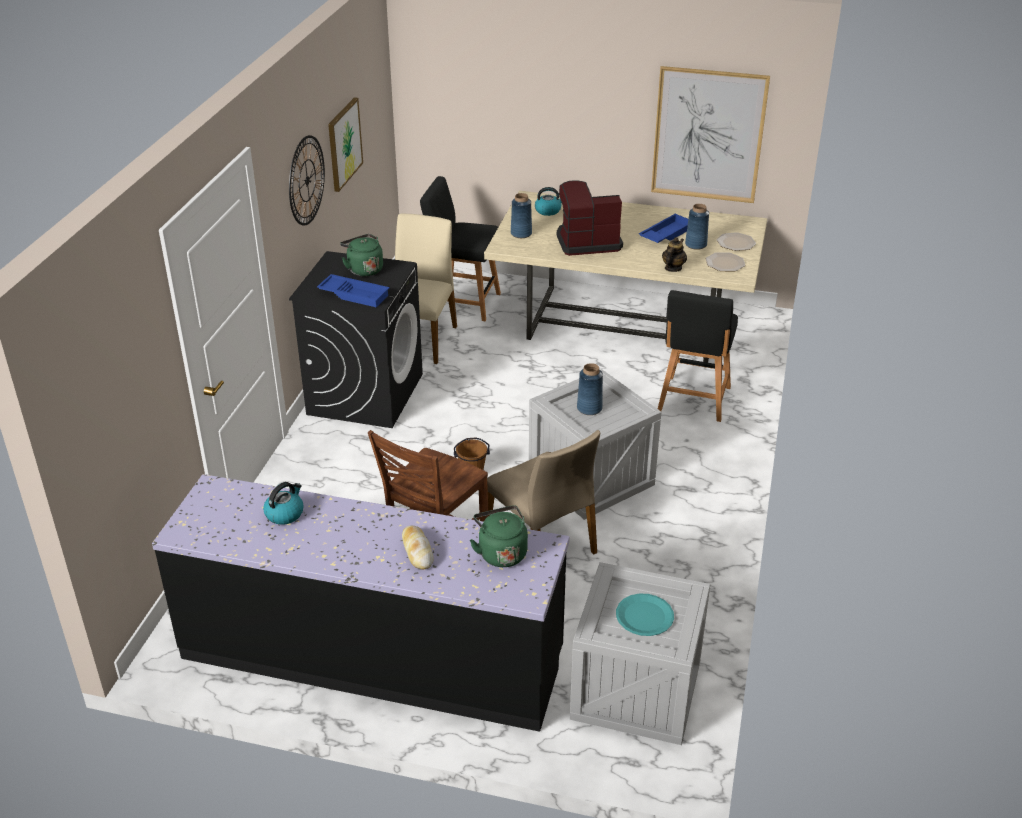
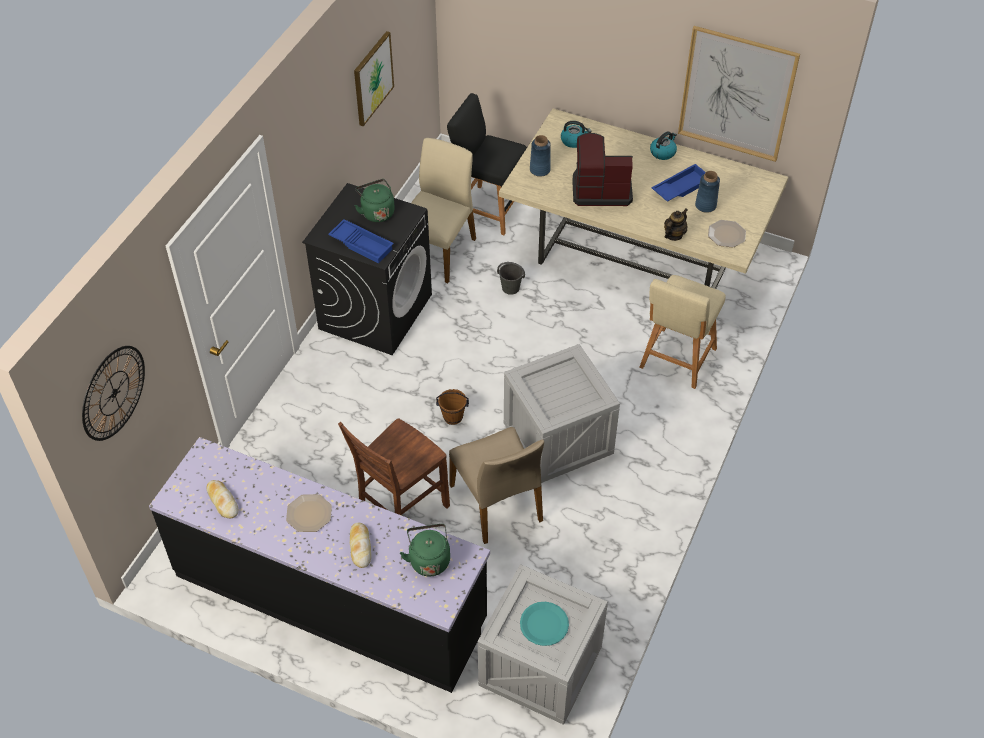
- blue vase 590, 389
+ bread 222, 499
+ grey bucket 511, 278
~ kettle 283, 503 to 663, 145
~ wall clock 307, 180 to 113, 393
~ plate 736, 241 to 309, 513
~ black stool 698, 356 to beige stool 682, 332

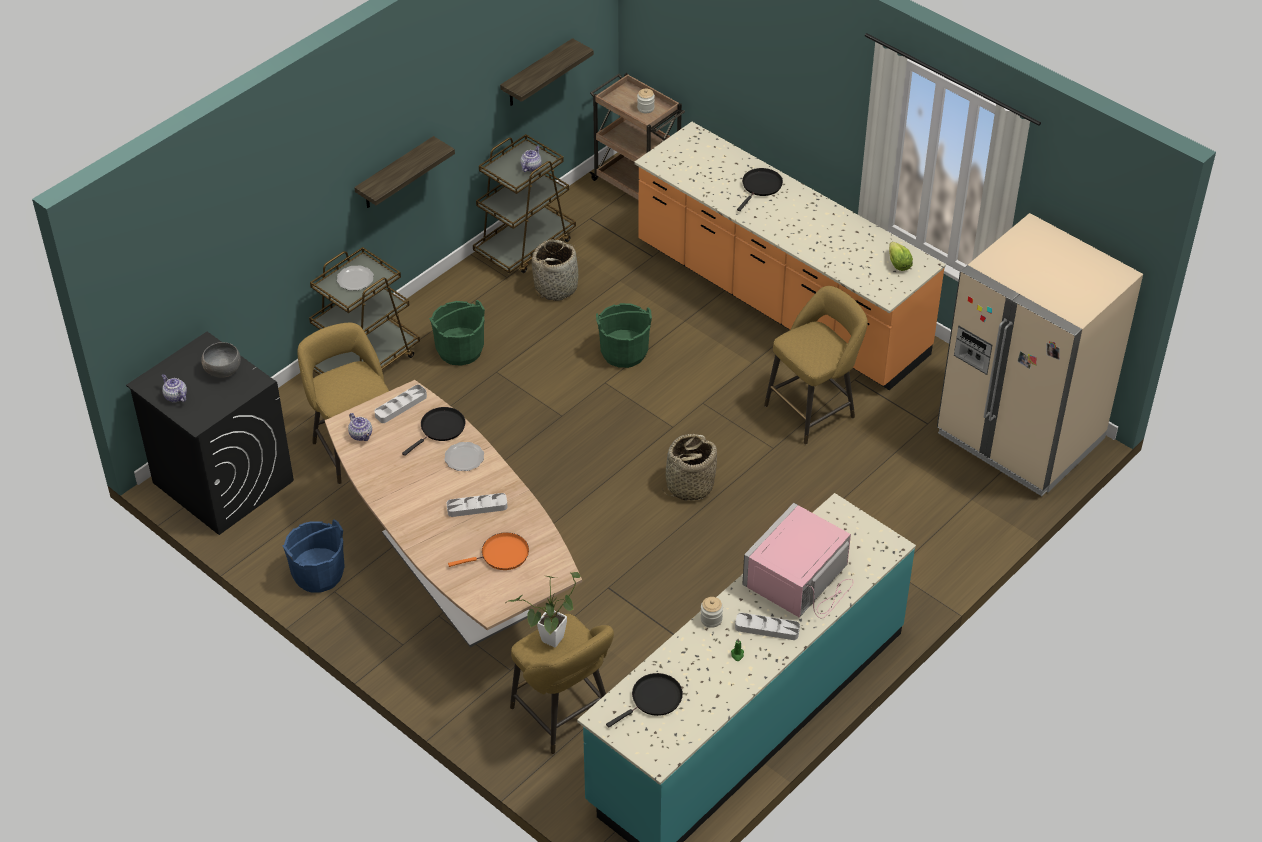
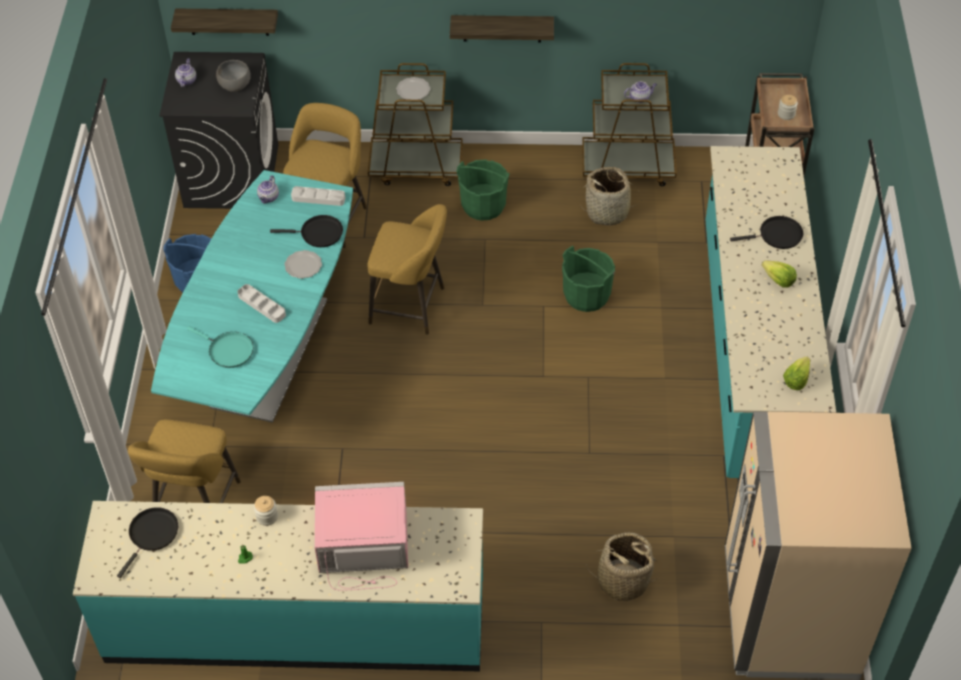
- potted plant 542, 610
- grey tray 767, 626
+ lettuce 779, 274
~ shelf 547, 72 to 224, 22
~ basket 689, 467 to 621, 567
~ yellow stool 816, 365 to 407, 269
~ brown dining table 453, 513 to turquoise dining table 252, 296
~ orange frying pan 488, 551 to turquoise frying pan 220, 347
~ orange counter 790, 256 to turquoise counter 770, 313
~ black frying pan 644, 700 = 147, 542 75 degrees counterclockwise

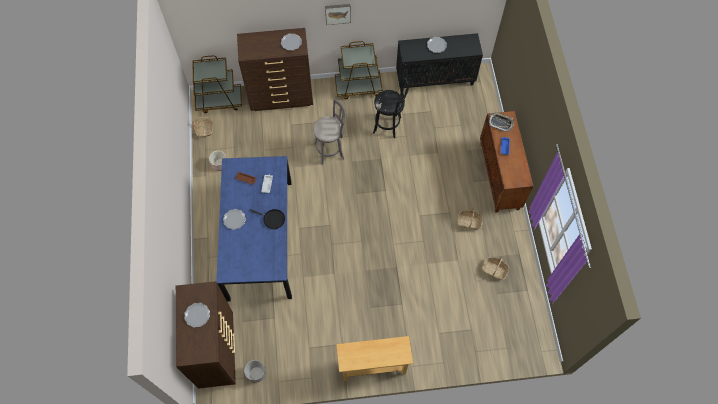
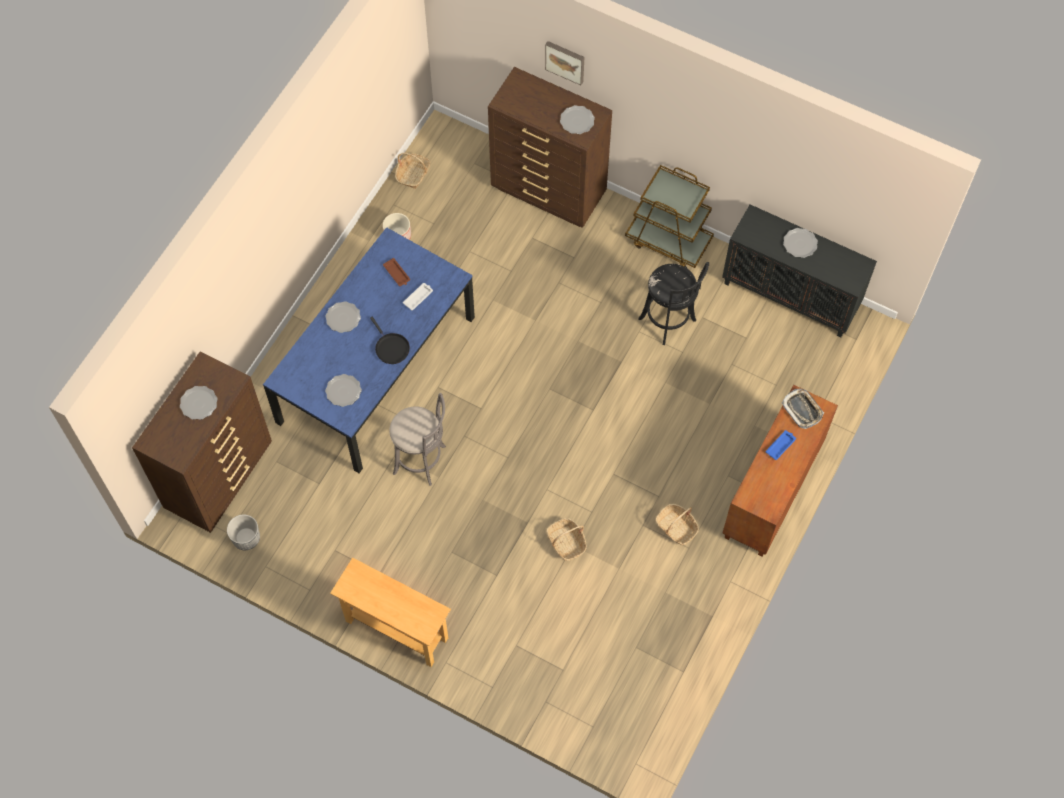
- brown cart 217, 84
+ plate 343, 390
~ grey stool 329, 132 to 417, 439
~ picture 338, 14 to 564, 63
~ basket 495, 268 to 567, 539

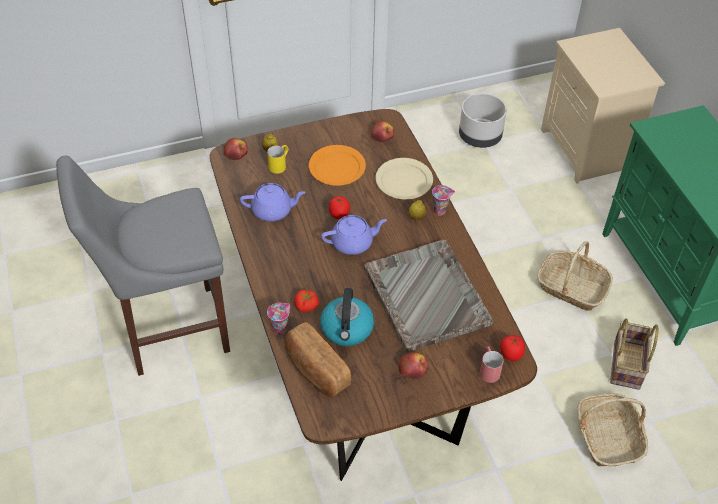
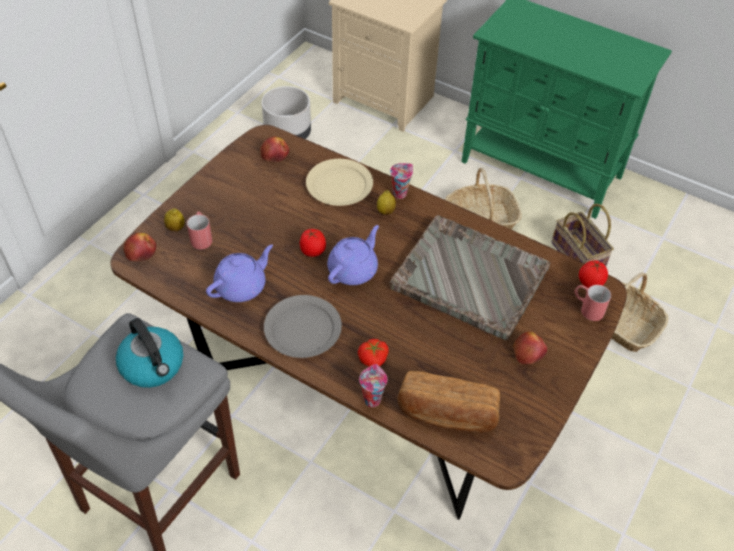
- orange plate 337, 165
+ grey plate 303, 326
~ kettle 347, 317 to 149, 353
~ yellow mug 278, 159 to red mug 199, 230

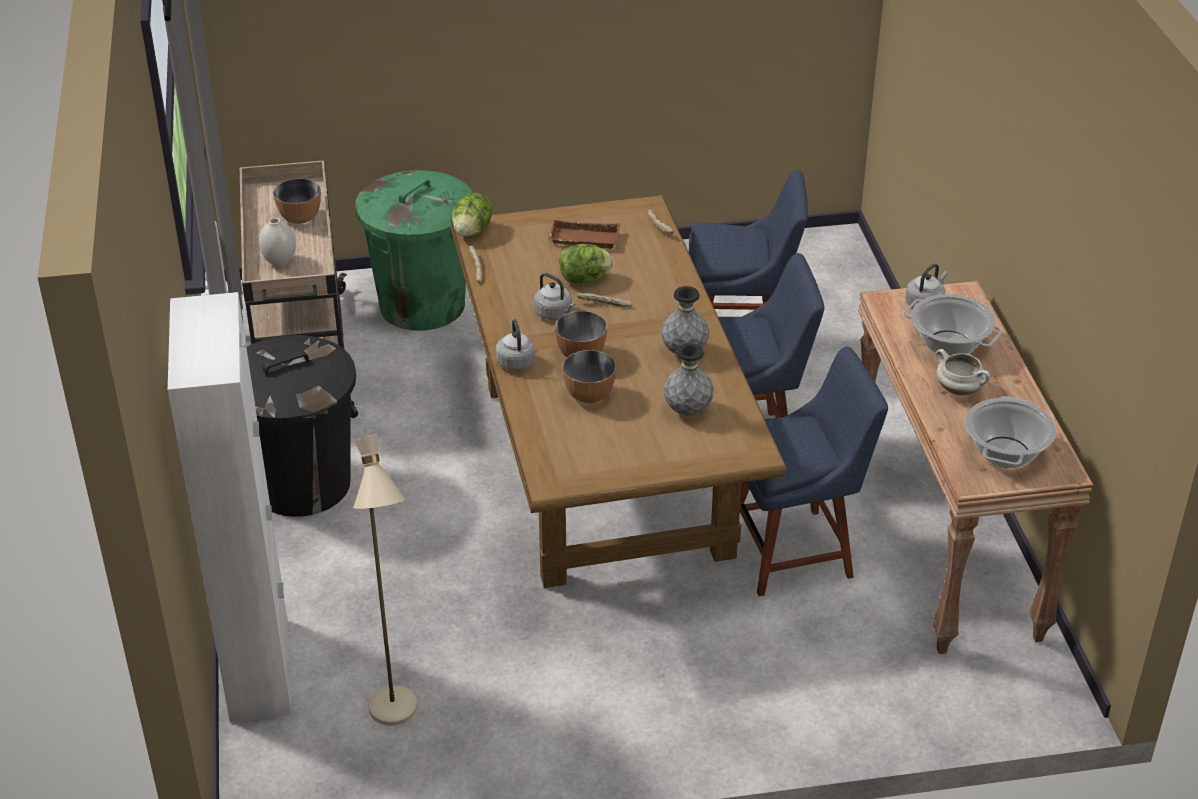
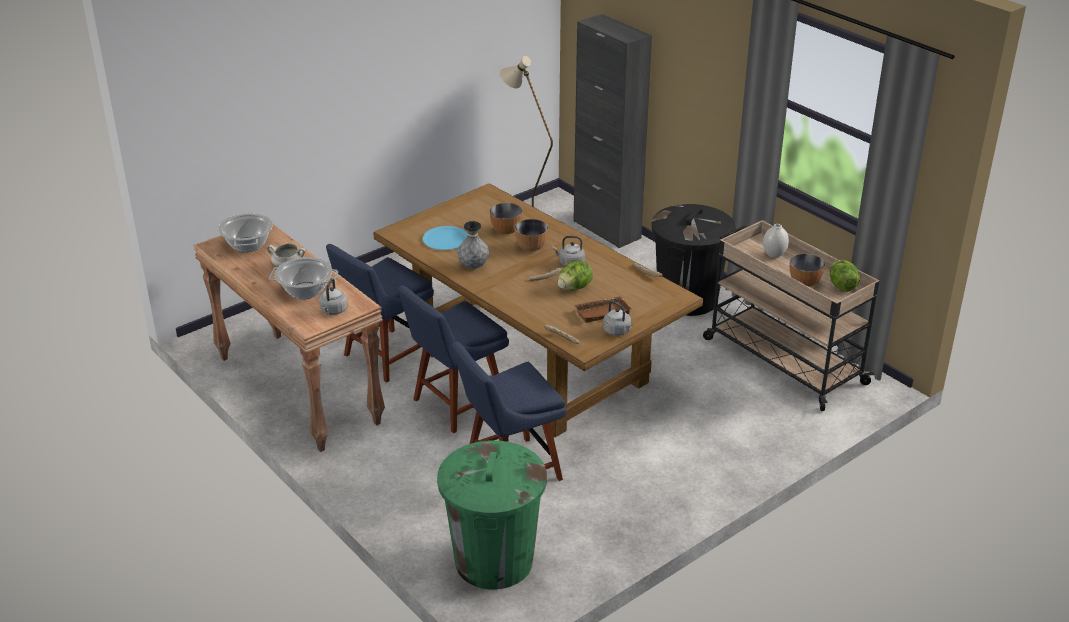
~ green trash can 414, 250 to 492, 514
~ lettuce 472, 214 to 845, 276
~ grey kettle 515, 345 to 618, 318
~ grey vase 689, 379 to blue plate 445, 238
~ white cabinet 230, 507 to black cabinet 612, 131

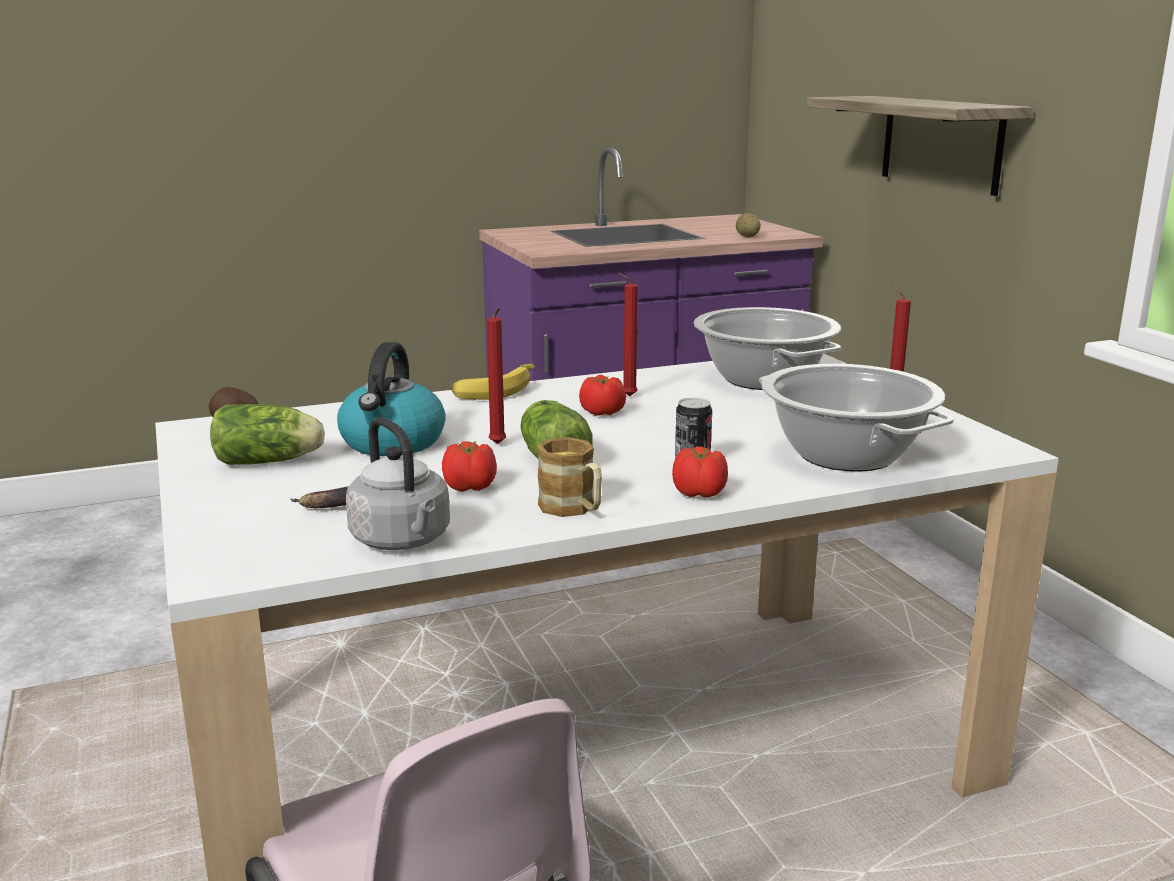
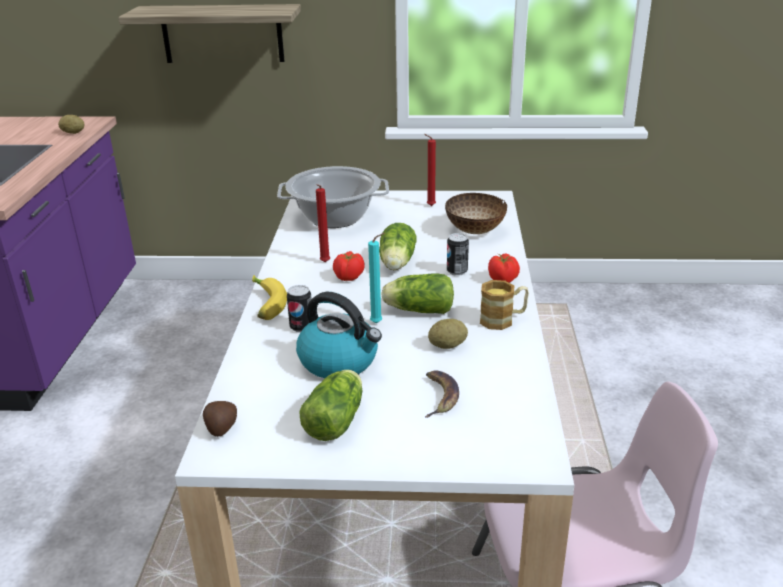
- grey kettle 398, 483
+ can 299, 308
+ lettuce 397, 246
~ tomato 469, 466 to potato 448, 334
~ cooking pot 856, 418 to bowl 476, 213
~ red candle 496, 375 to turquoise candle 376, 278

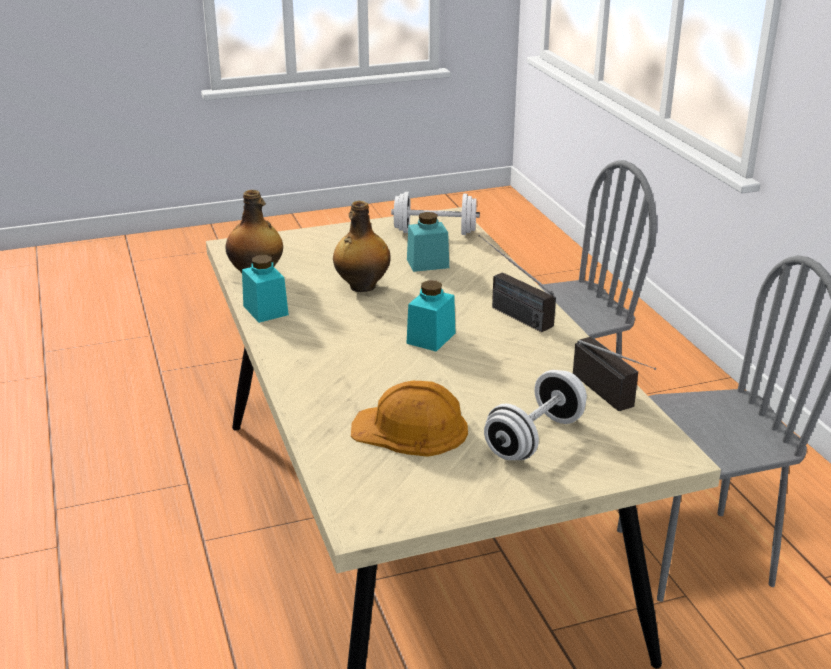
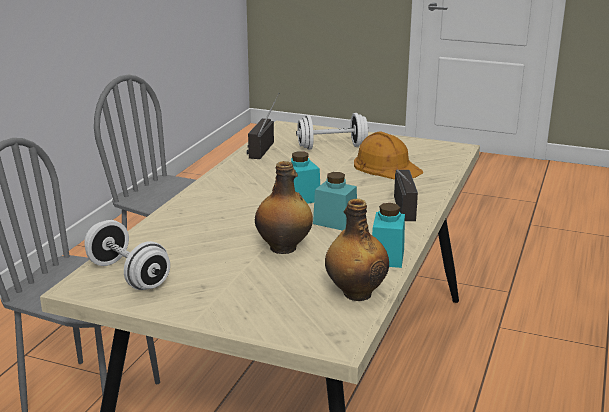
~ turquoise jar 428, 242 to 335, 201
~ radio 517, 283 to 406, 195

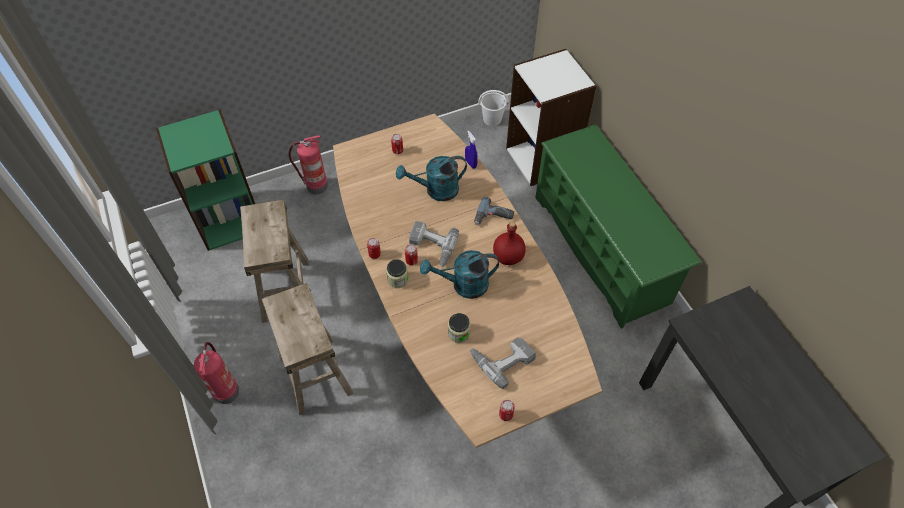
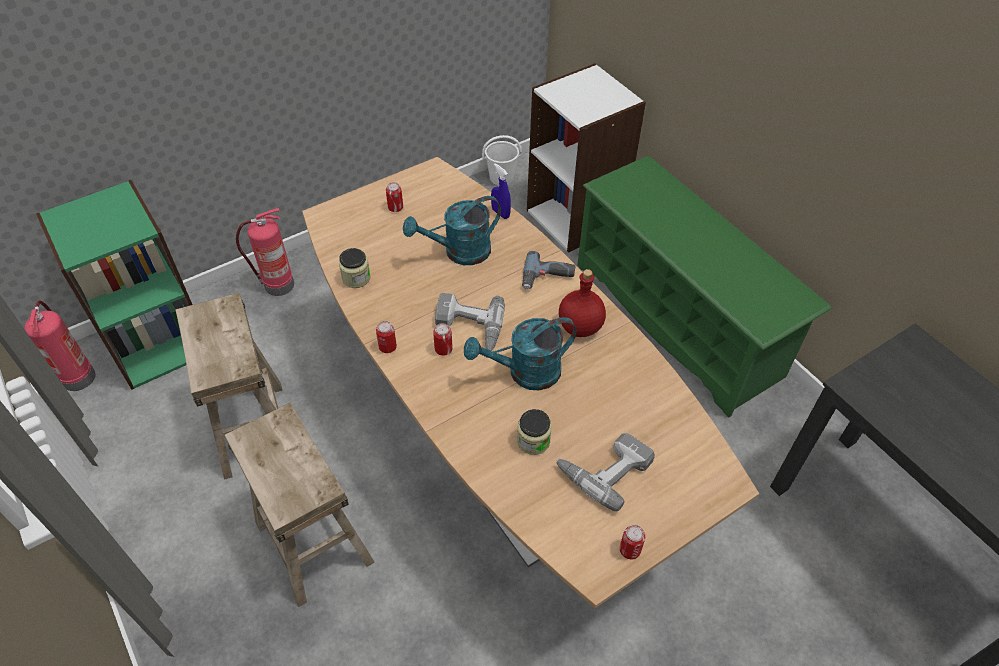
~ fire extinguisher 216, 373 to 60, 345
~ jar 397, 273 to 355, 268

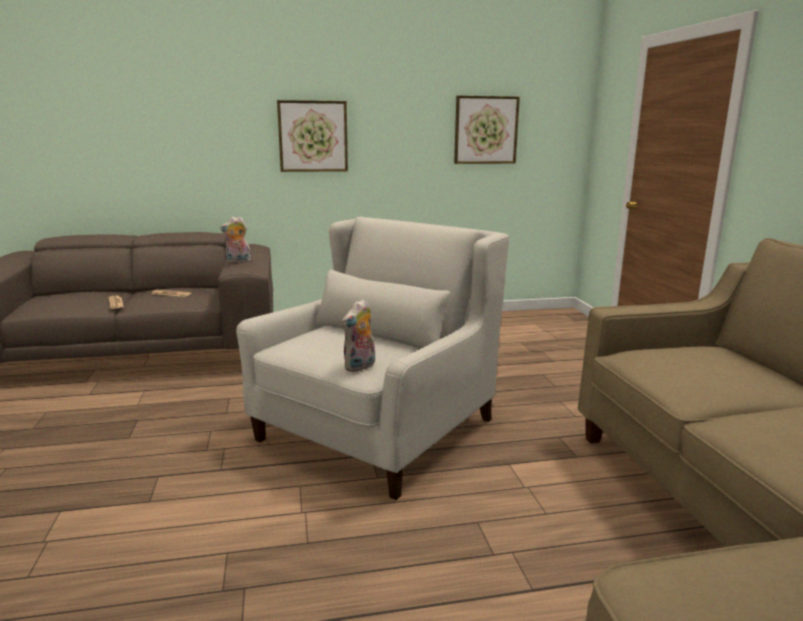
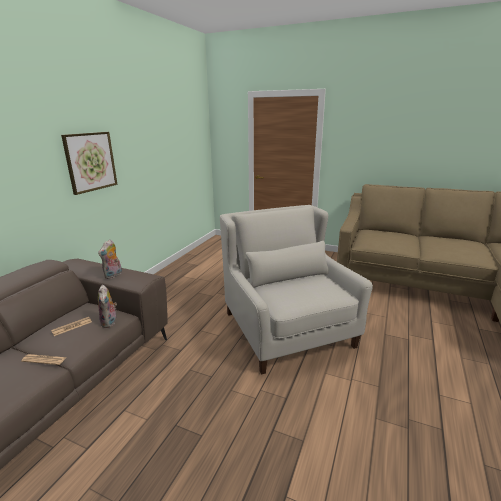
- picture 487, 130
~ plush toy 358, 335 to 107, 306

